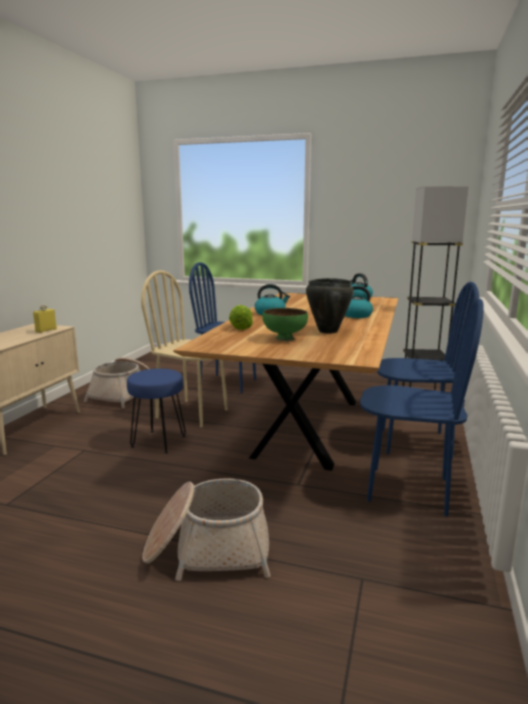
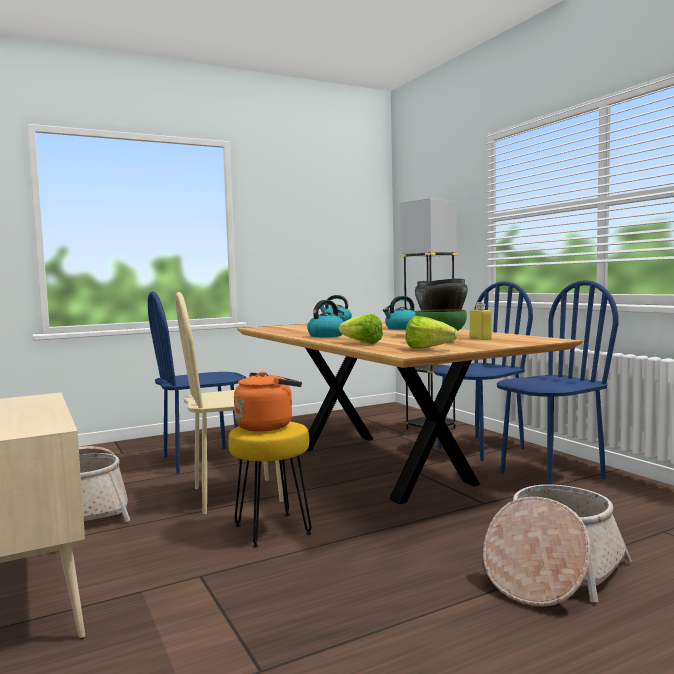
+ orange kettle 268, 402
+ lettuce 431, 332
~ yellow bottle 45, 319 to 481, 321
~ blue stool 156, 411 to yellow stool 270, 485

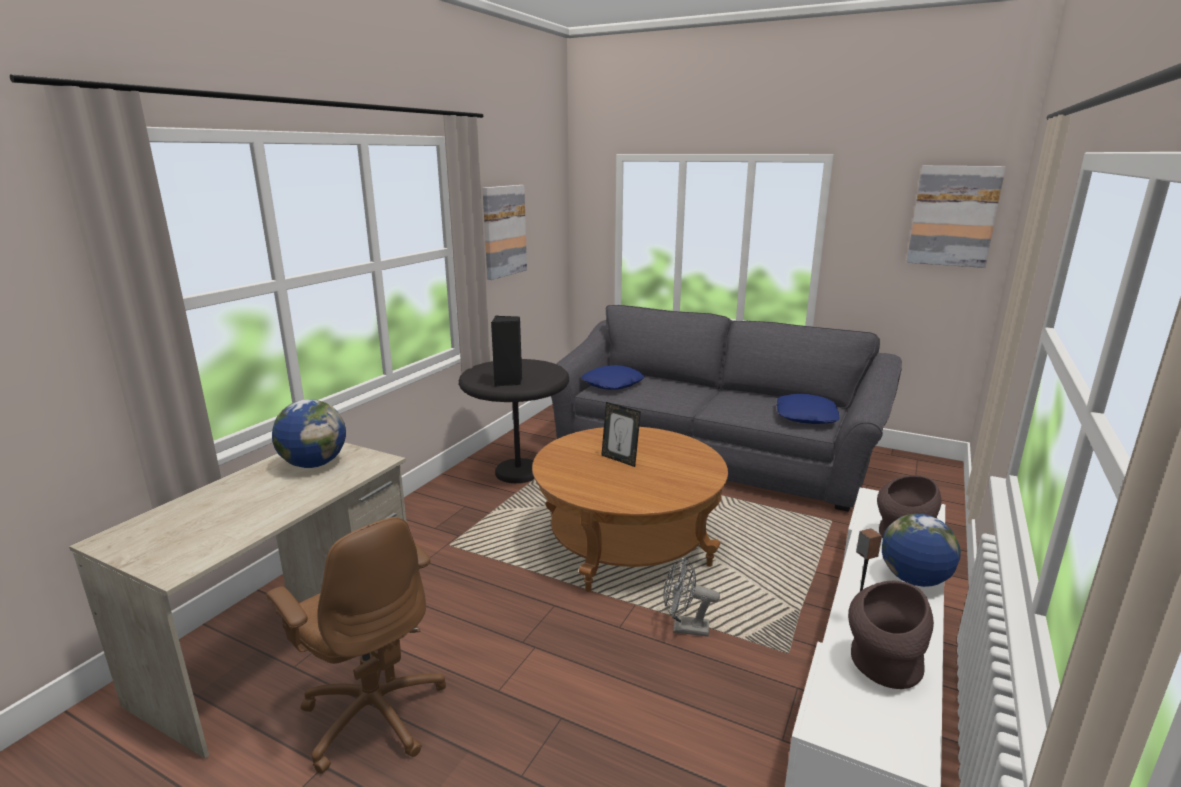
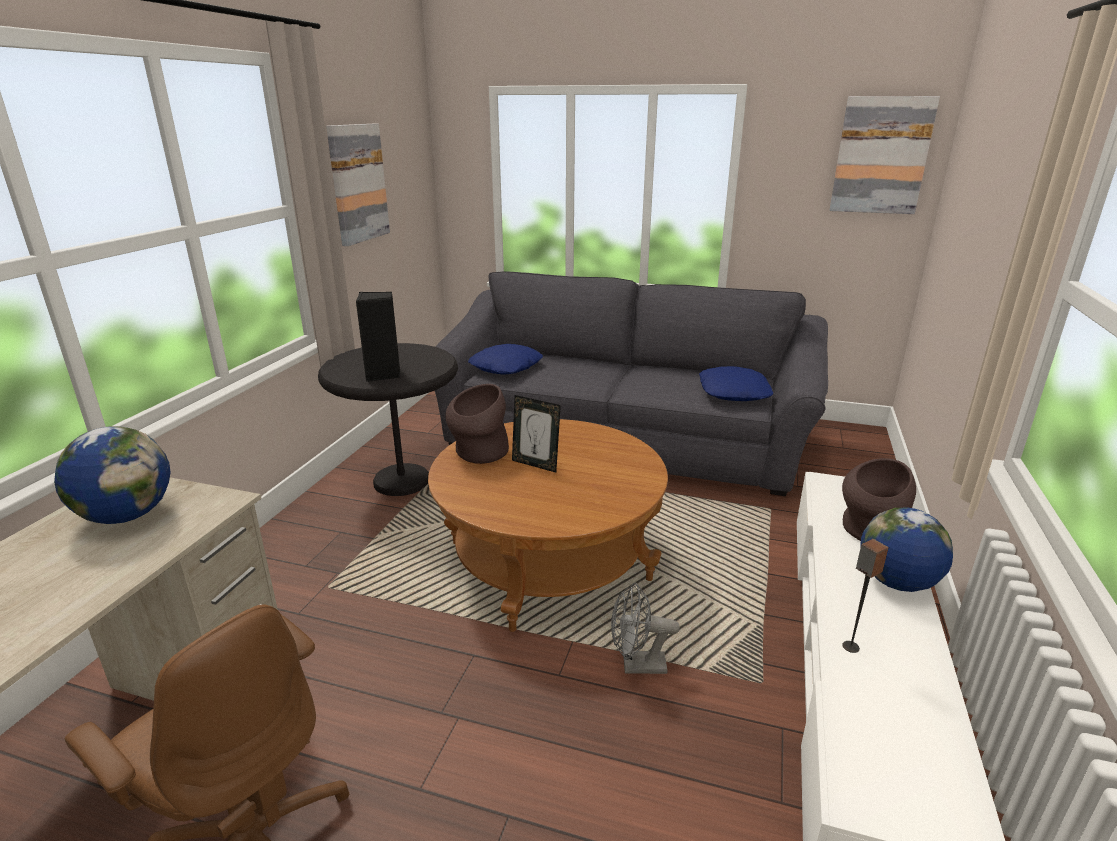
~ brown vase 891, 635 to 477, 424

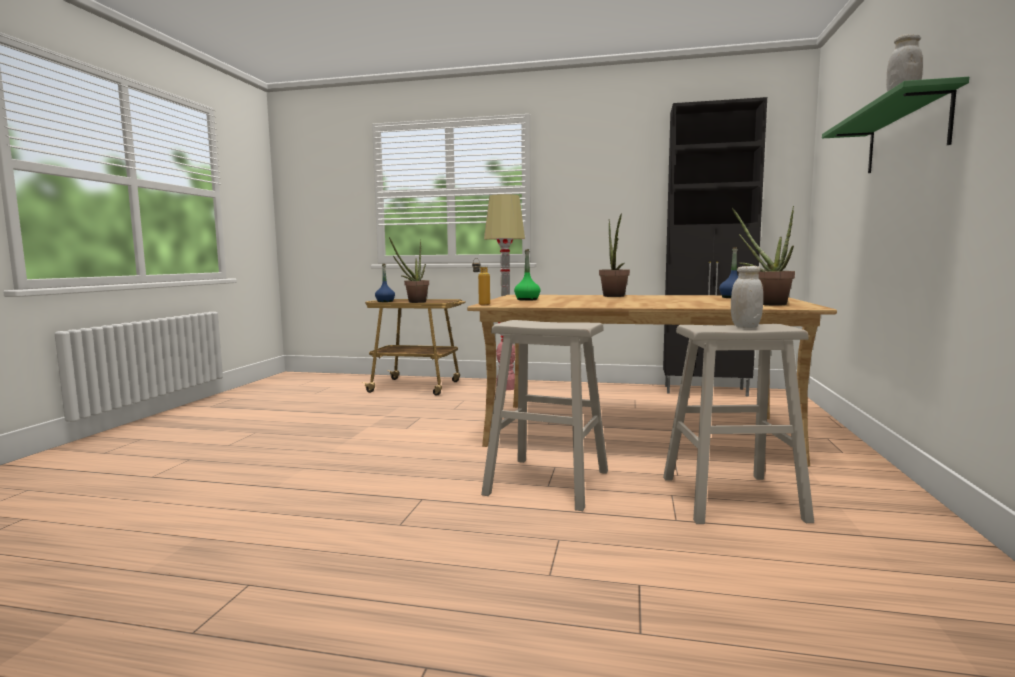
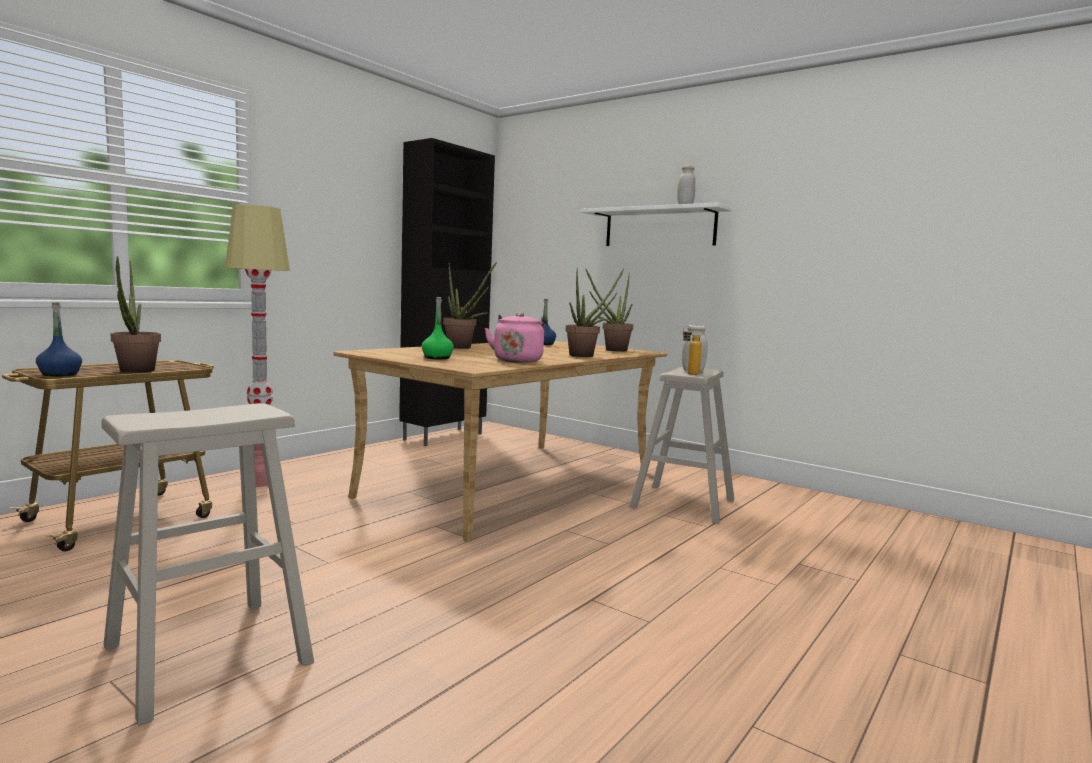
+ pink kettle 516, 338
+ potted plant 595, 312
~ bottle 481, 281 to 692, 350
~ beige stool 544, 415 to 207, 564
~ green shelf 895, 125 to white shelf 656, 224

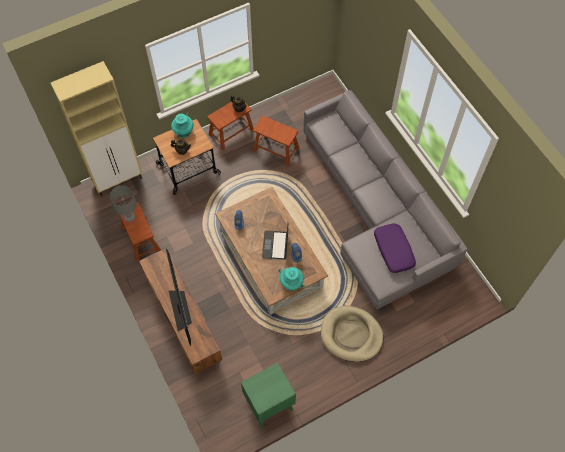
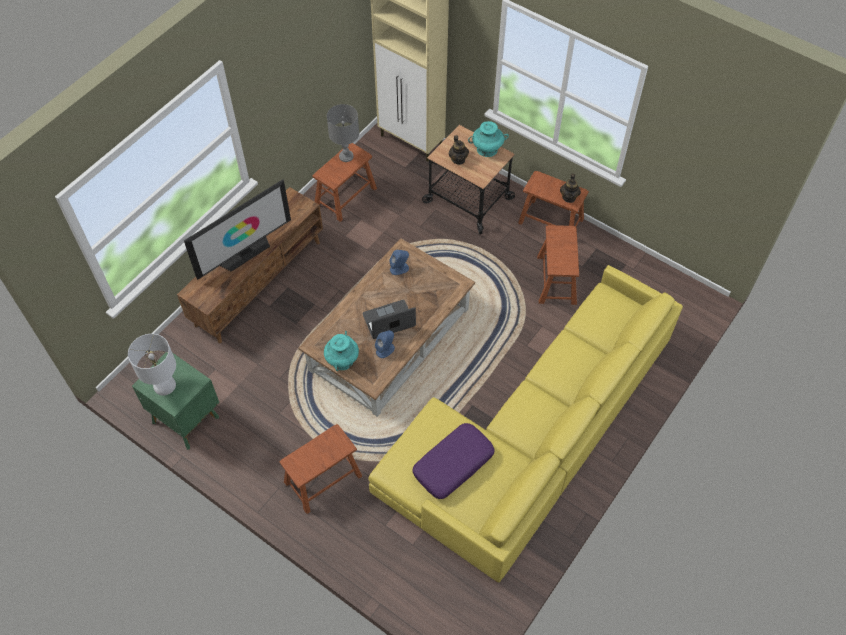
+ white table lamp 152, 365
~ beige dog bed 352, 334 to brown stool 321, 469
~ grey sofa 385, 200 to yellow sofa 525, 424

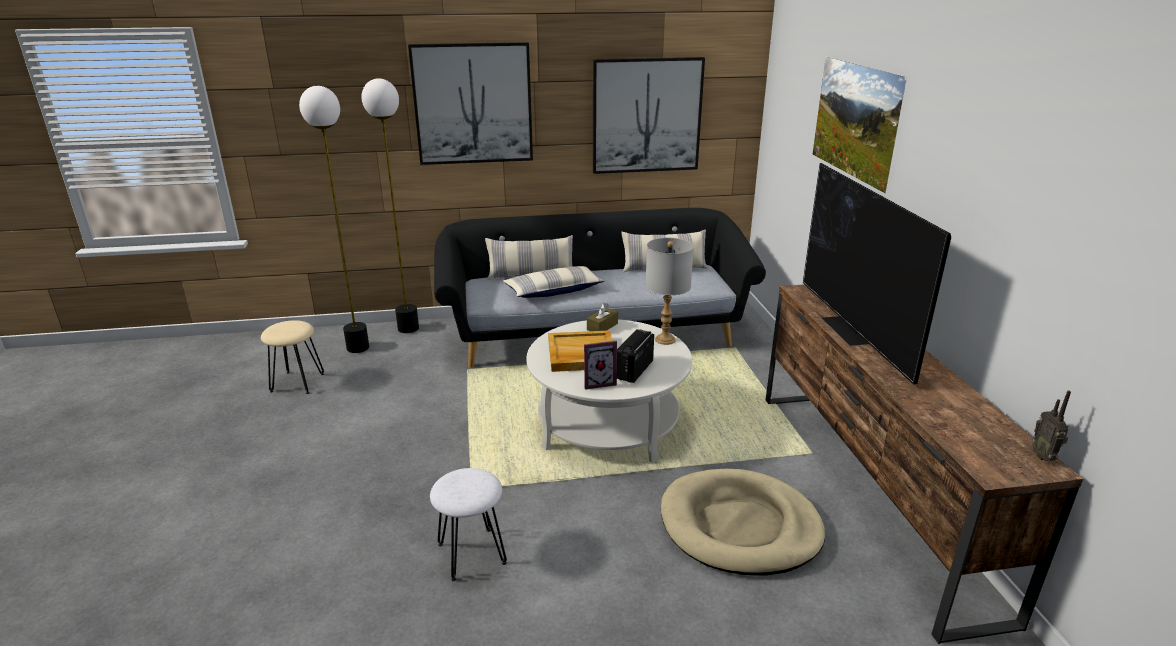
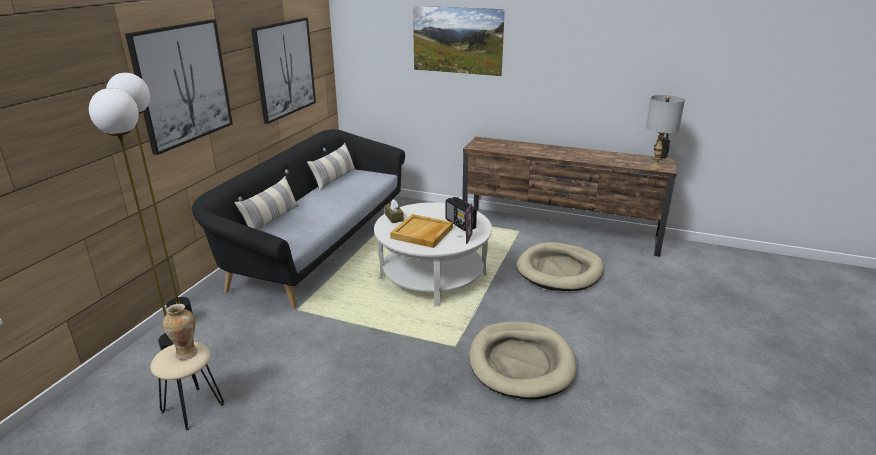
- pillow 554, 282
- television 877, 274
+ vase 180, 332
~ grey table lamp 669, 291 to 665, 133
~ white stool 468, 524 to beige dog bed 523, 361

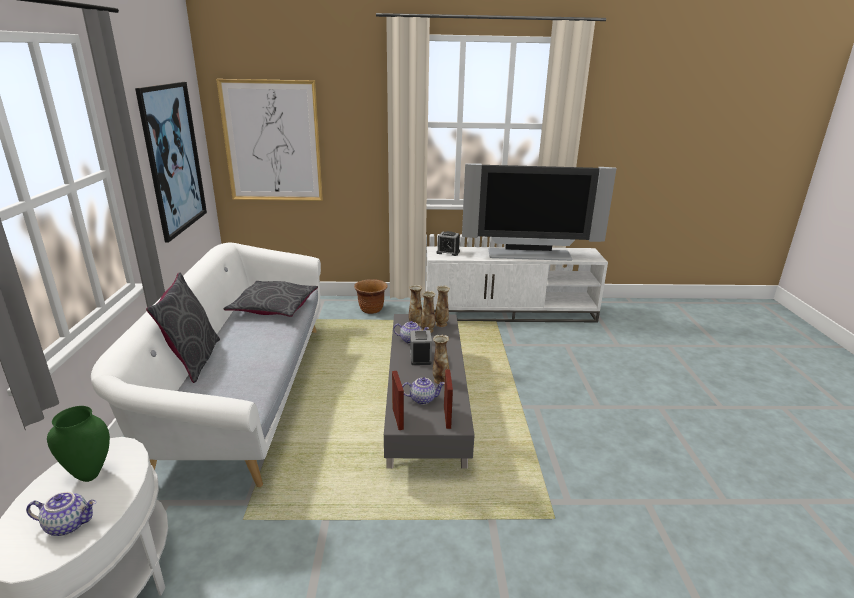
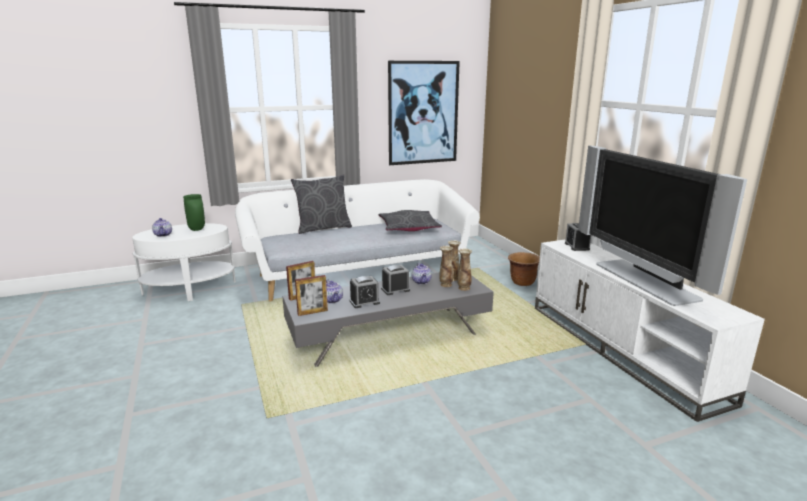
- picture 269, 140
~ vase 441, 359 to alarm clock 365, 292

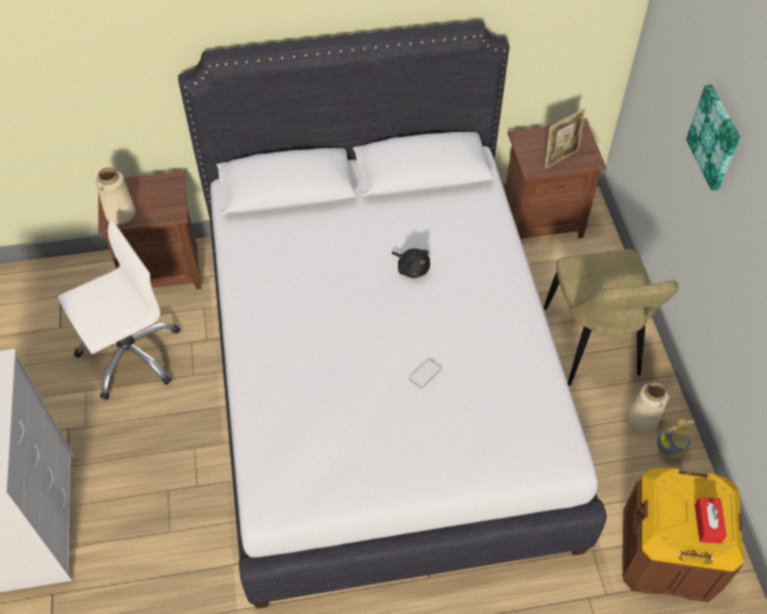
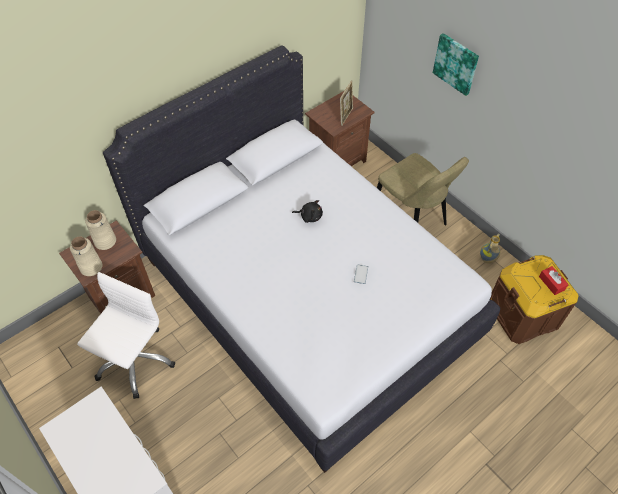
~ beige vase 648, 407 to 100, 230

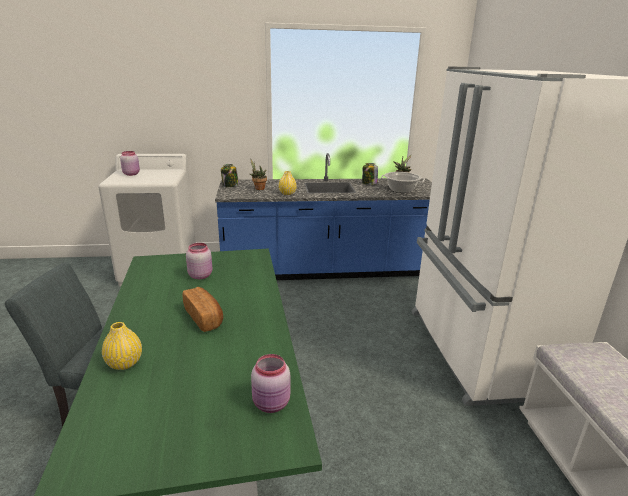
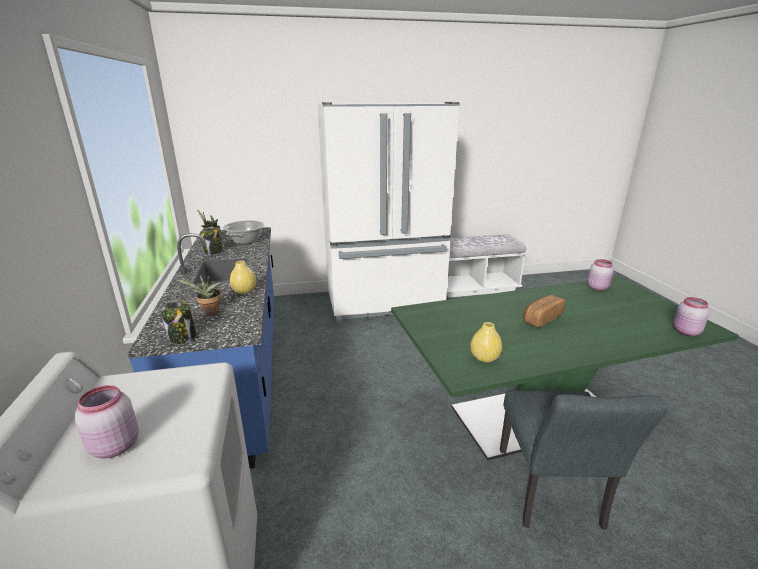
~ yellow vase 122, 346 to 486, 342
~ pink jar 199, 261 to 691, 316

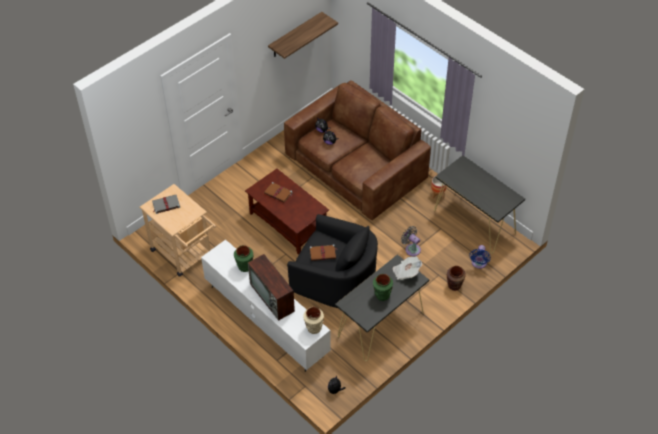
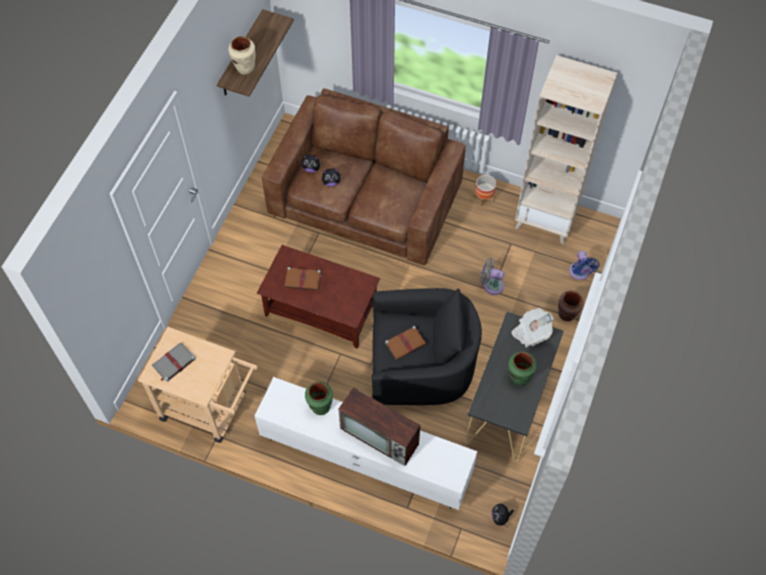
~ beige vase 313, 320 to 241, 55
~ black console table 479, 205 to beige bookcase 566, 149

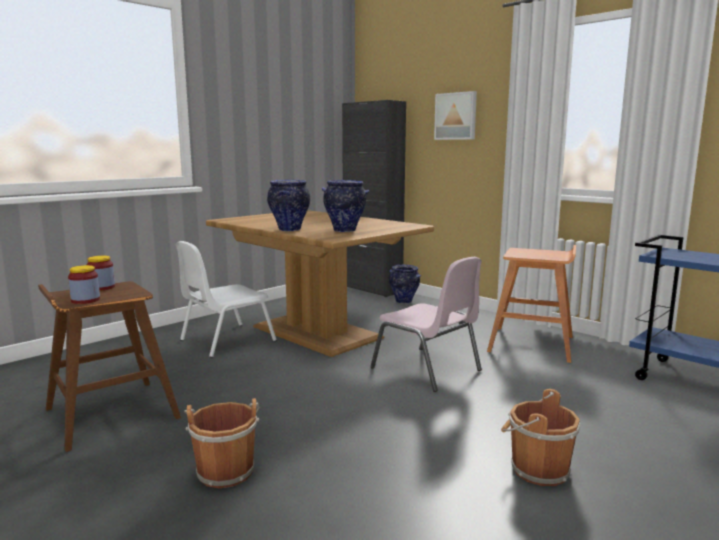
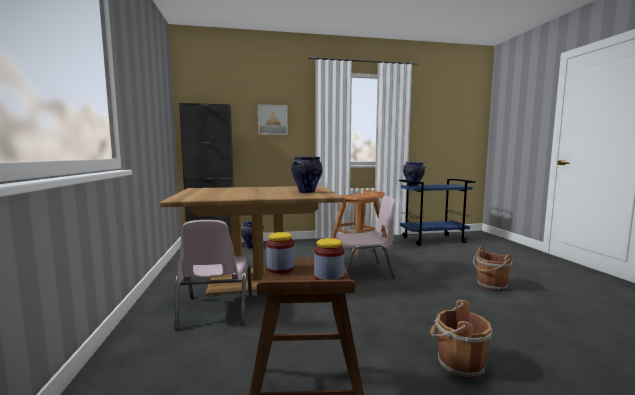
~ vase 288, 205 to 414, 174
~ white chair 226, 299 to pink chair 213, 275

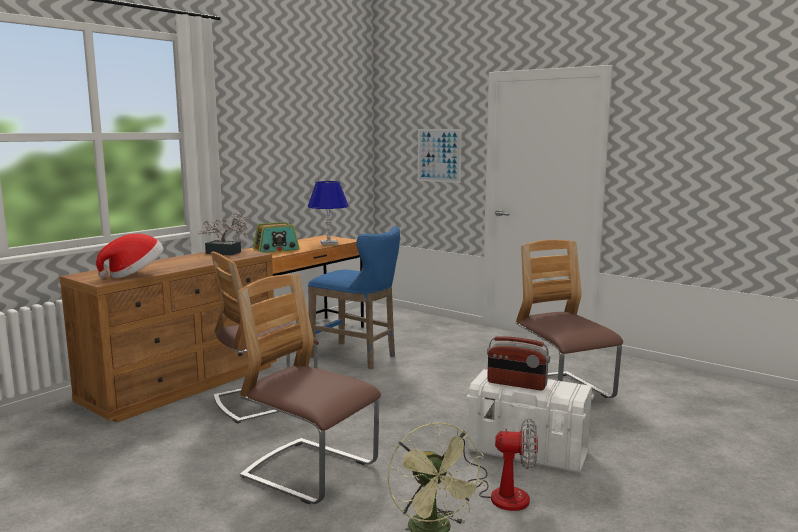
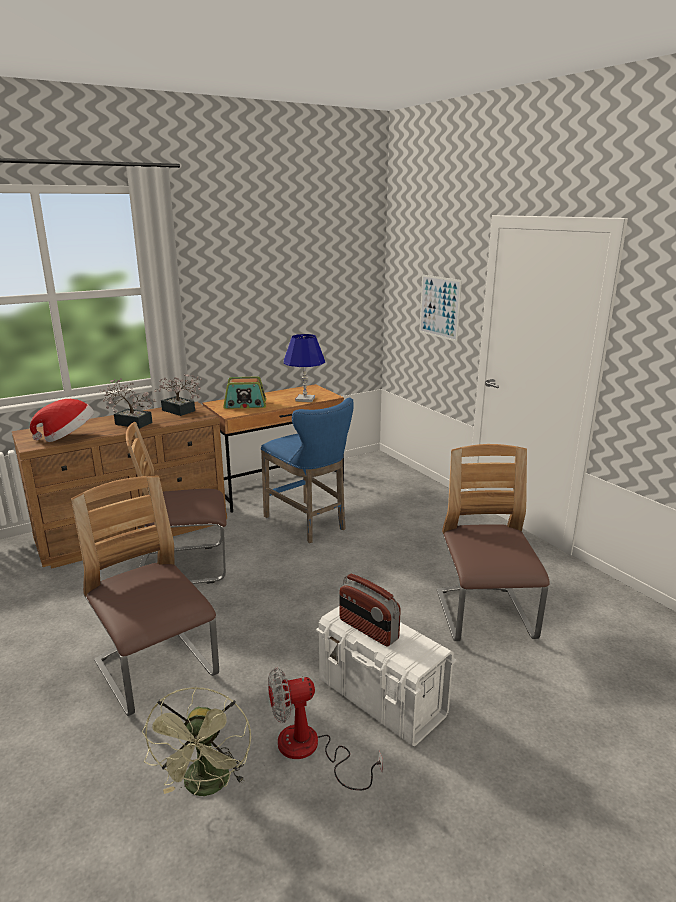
+ potted plant 128, 403
~ fan 497, 464 = 325, 729 135 degrees clockwise

